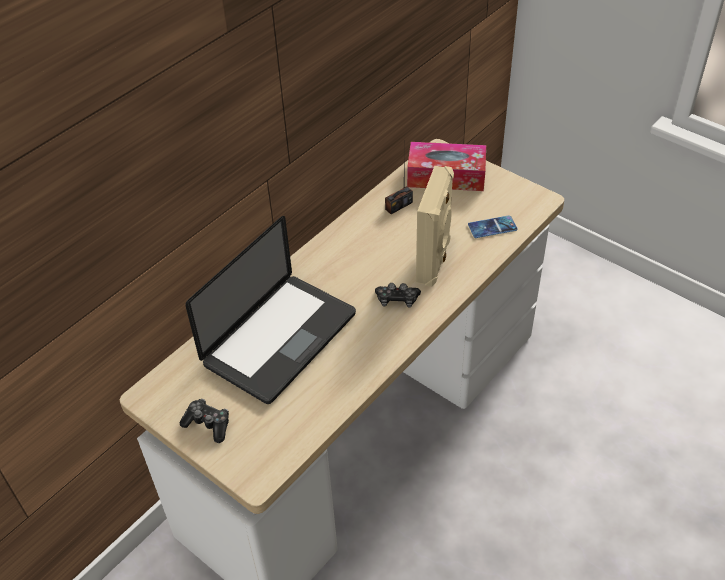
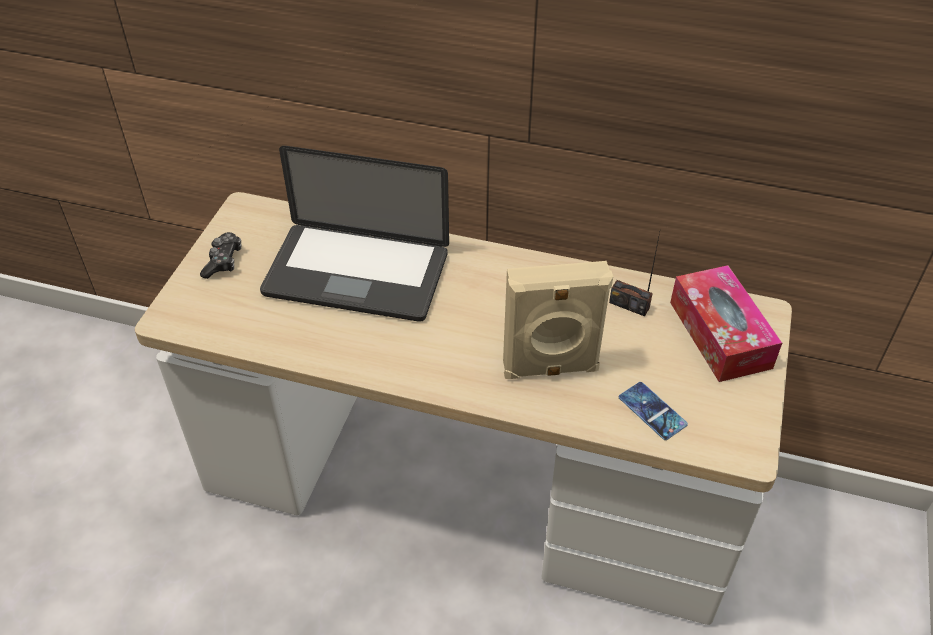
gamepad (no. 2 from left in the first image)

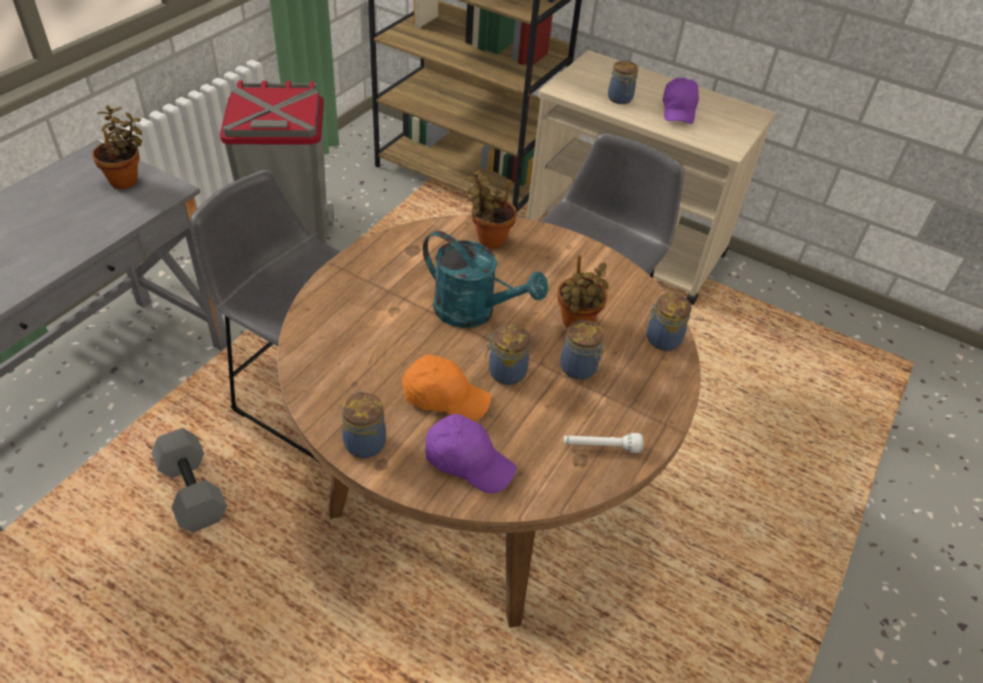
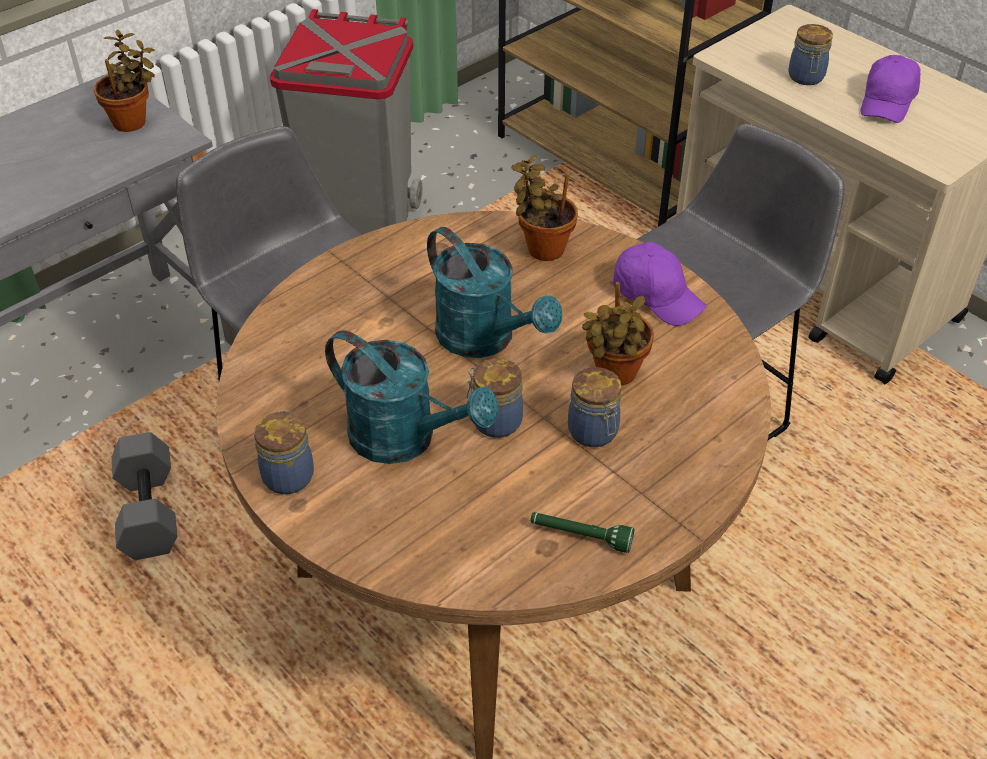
watering can in turquoise (no. 1 from left)
hand torch in green-coloured
peaked cap in purple (no. 1 from left)
storage jar (no. 5 from left in the first image)

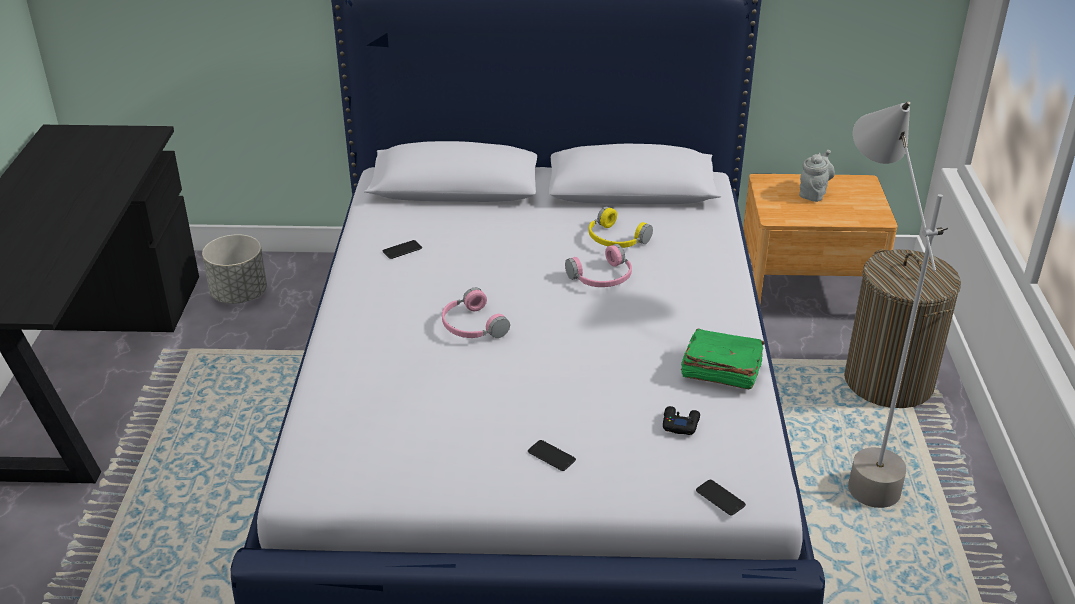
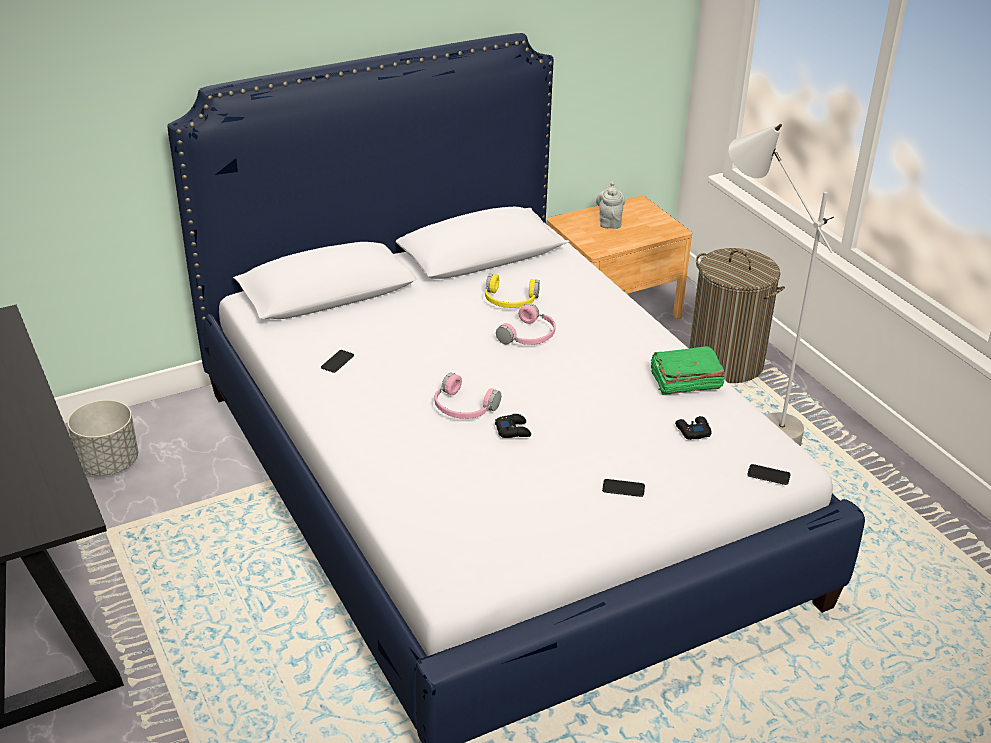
gamepad in blackish (no. 1 from left)

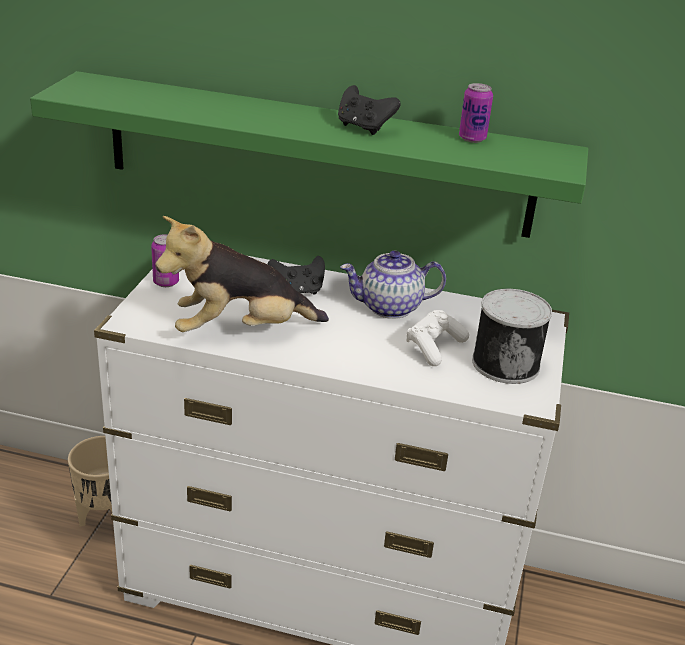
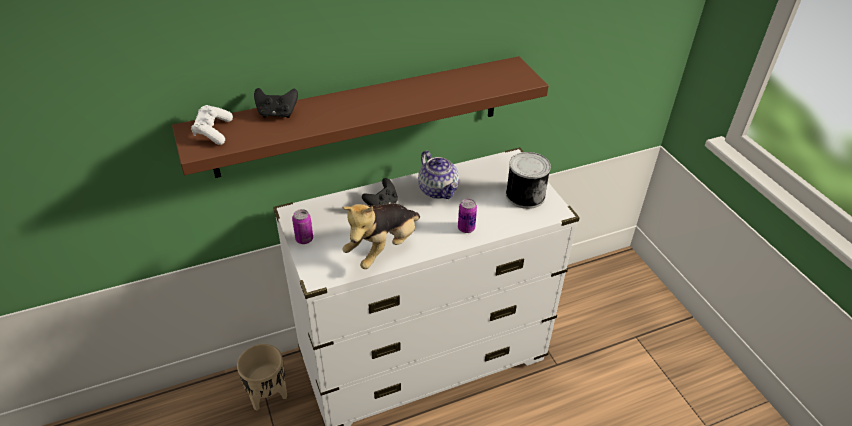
bracket shelf in brown-coloured
gamepad in white
gamepad in blackish (no. 1 from left)
pot for tea
metal can (no. 2 from left)

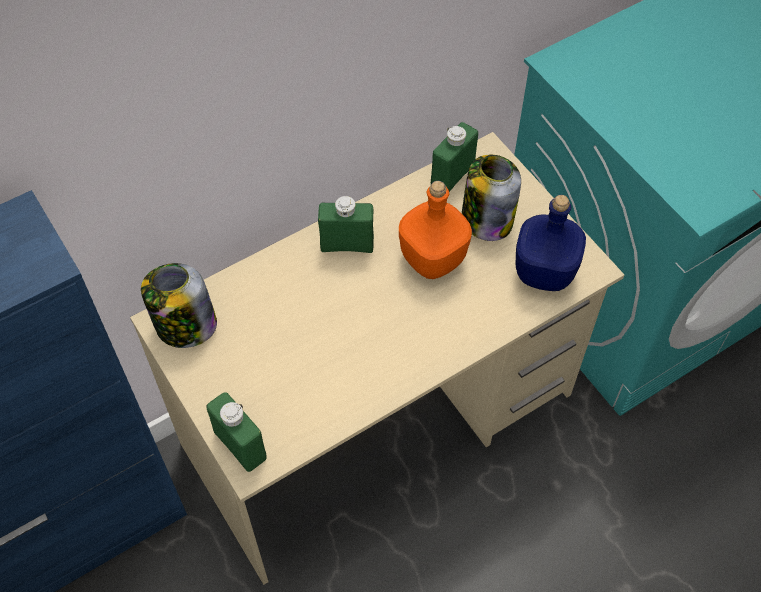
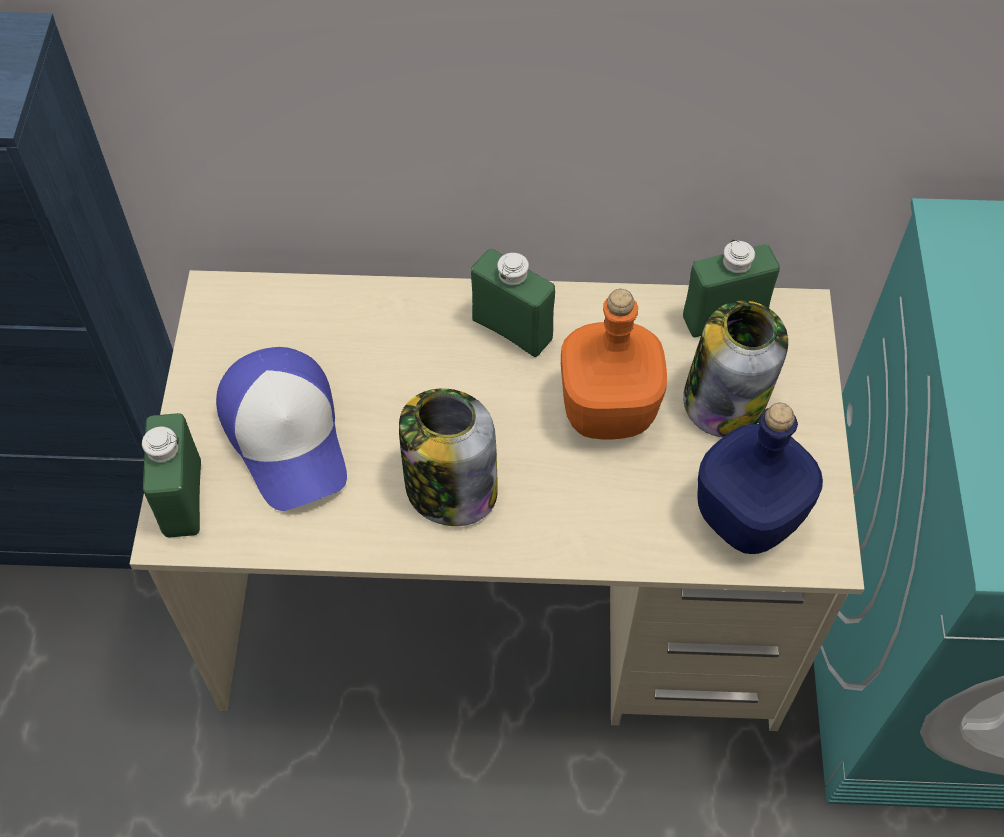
peaked cap
storage jar (no. 1 from left)

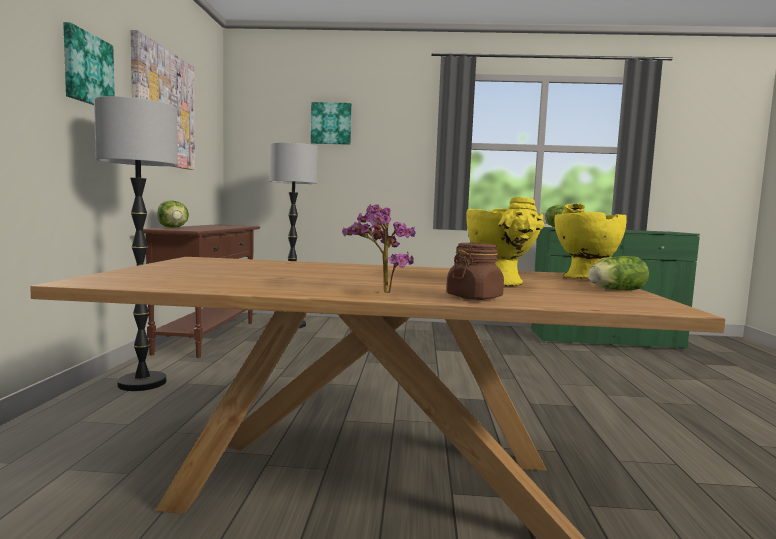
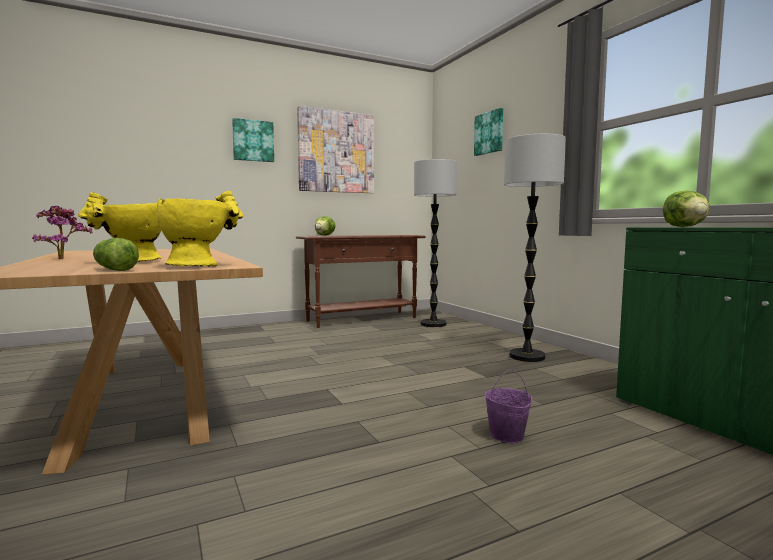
pail in purple
standing lamp (no. 2 from left)
storage jar in brown-coloured

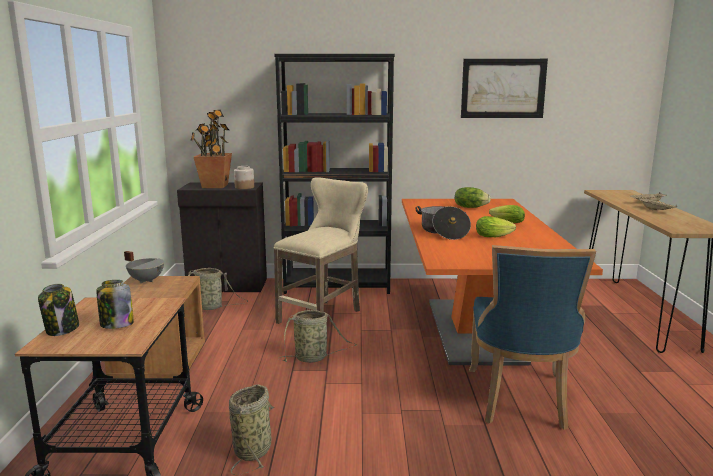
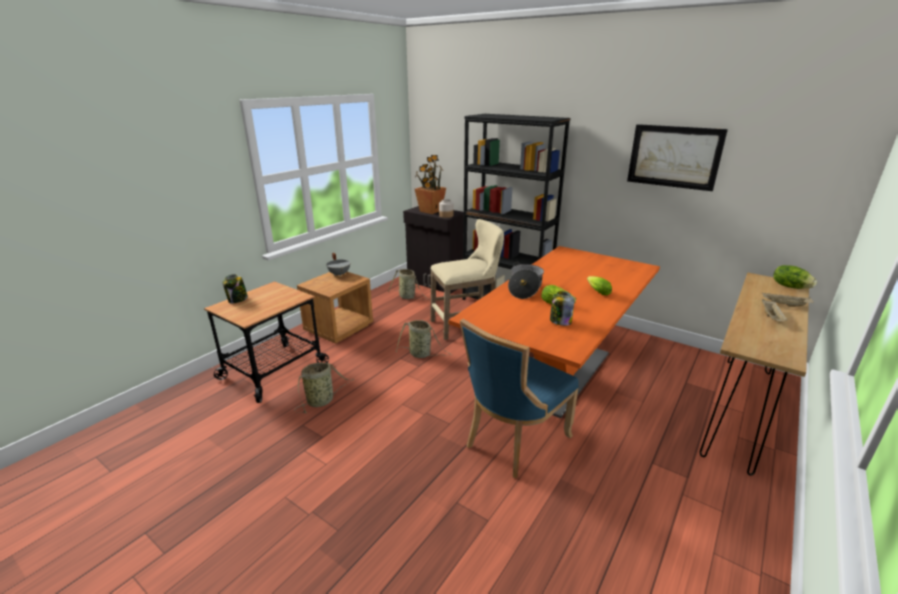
storage jar (no. 3 from left)
head of lettuce (no. 3 from left)

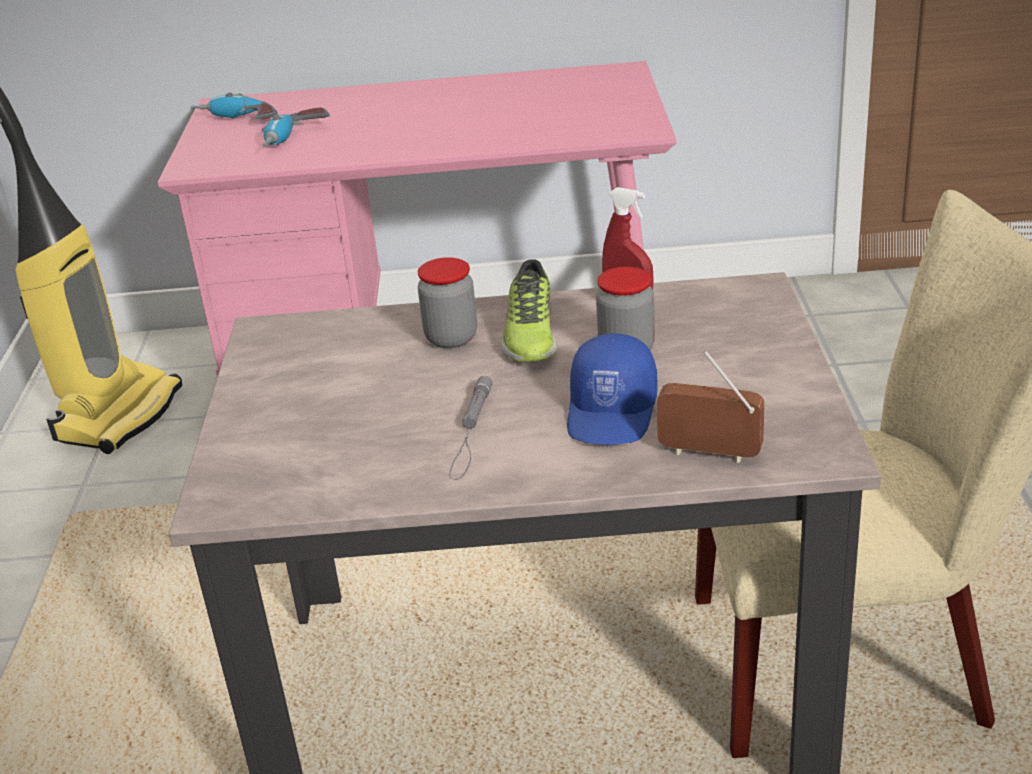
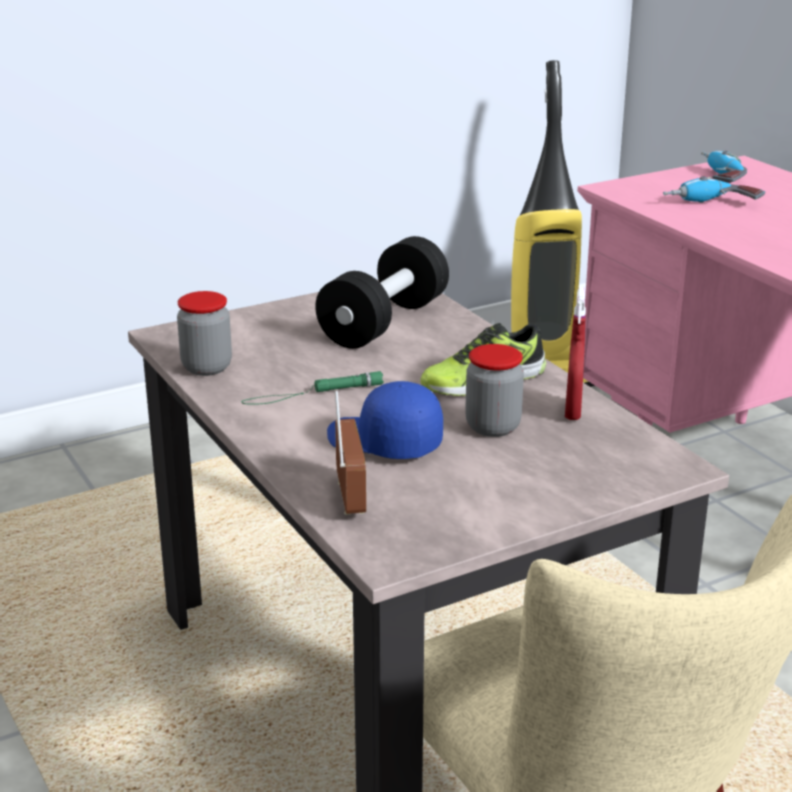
storage jar (no. 1 from left)
hand torch in green-coloured
dumbbell in blackish
peaked cap in blue-coloured

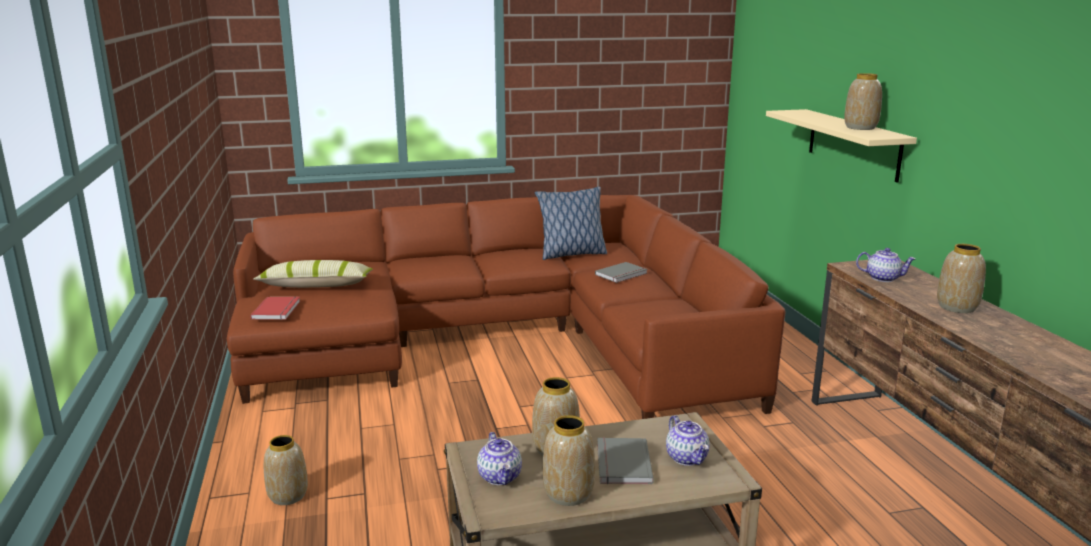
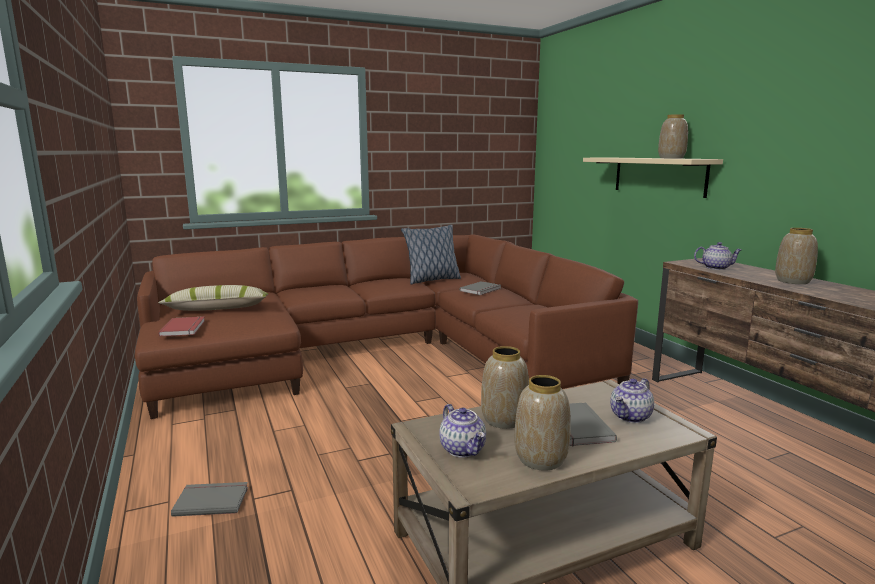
volume in grey (no. 1 from left)
pot for tea (no. 2 from left)

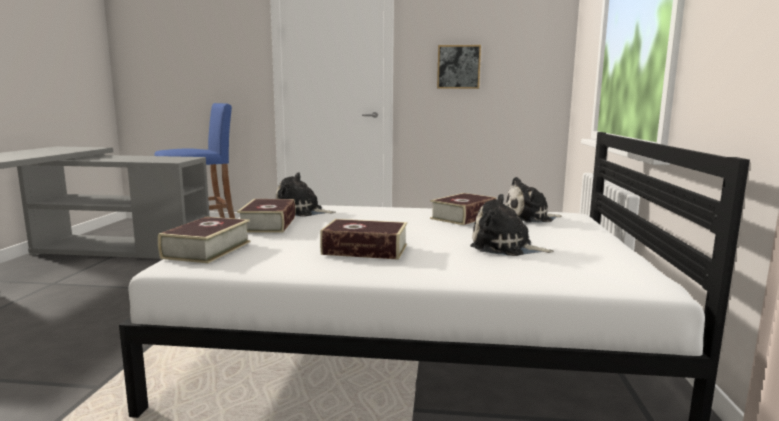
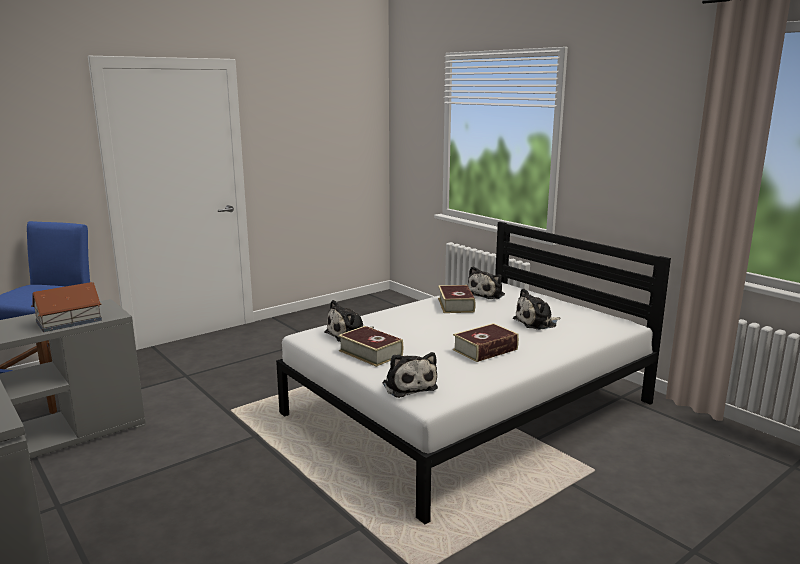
model house
soft toy (no. 2 from left)
wall art

